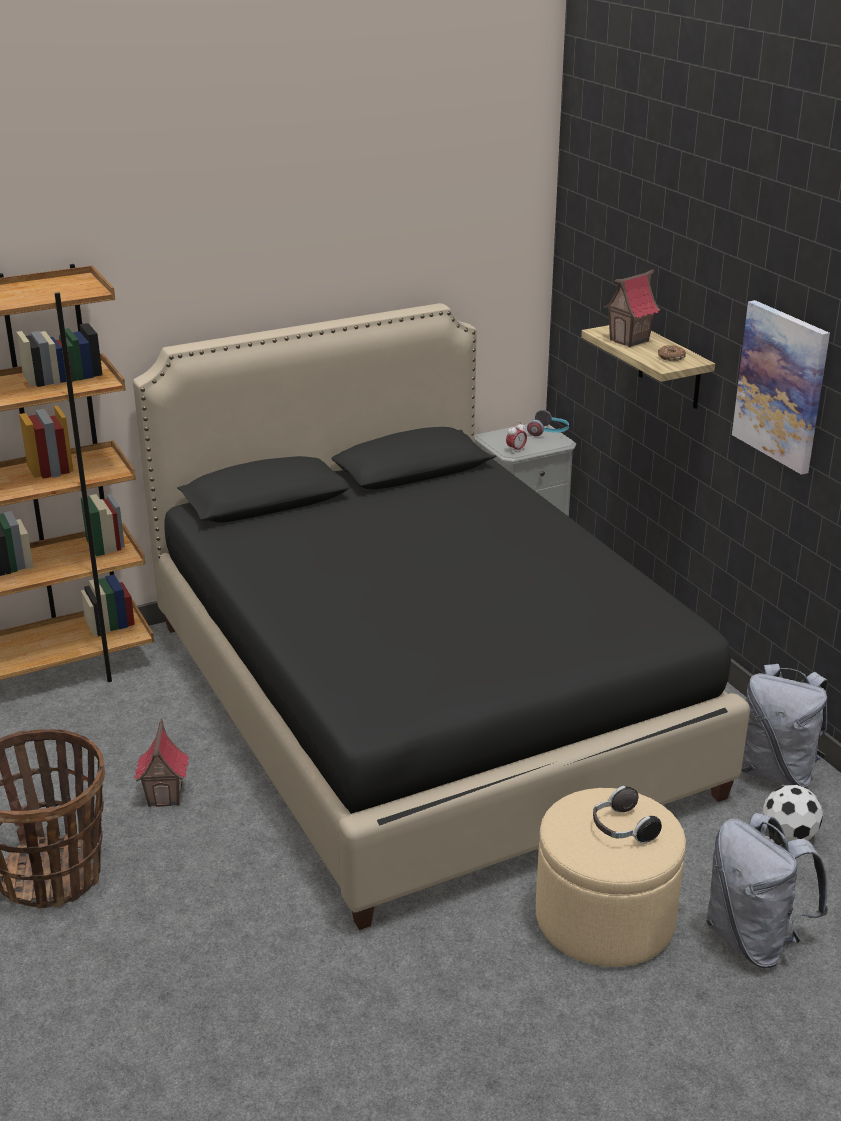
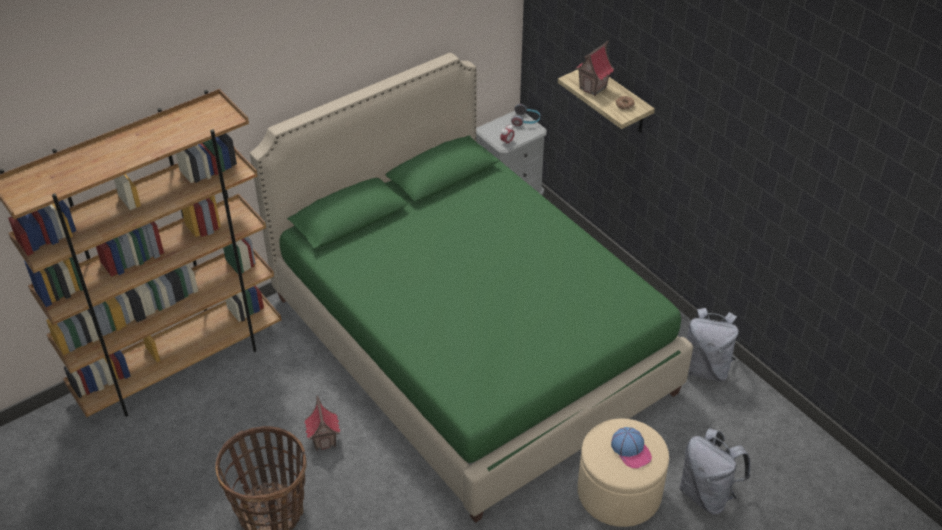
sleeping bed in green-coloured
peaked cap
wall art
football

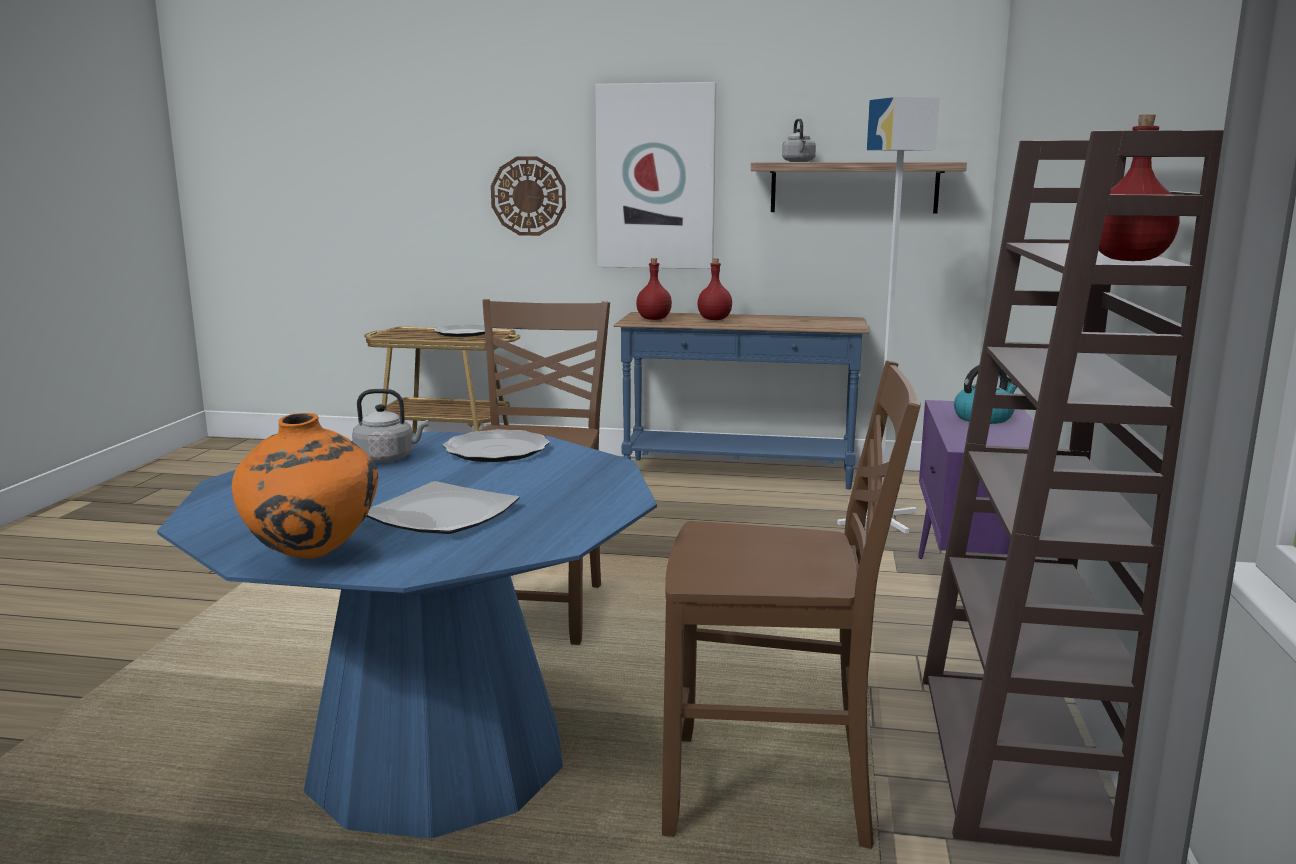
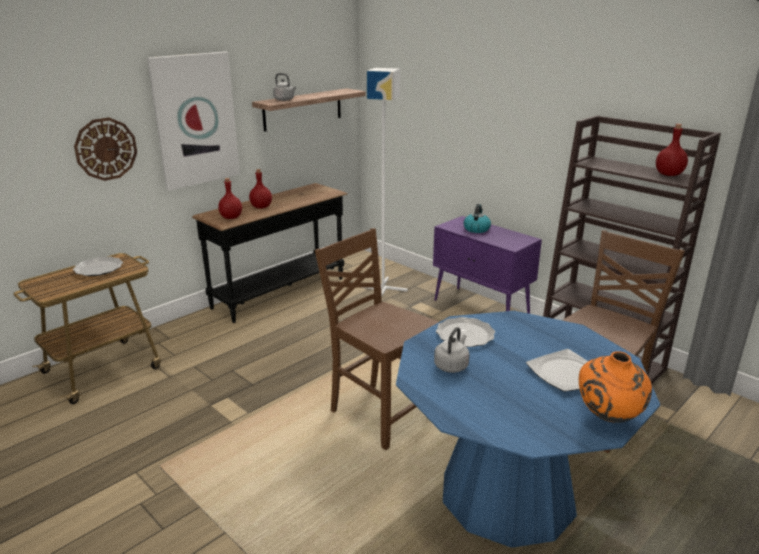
narrow table in blackish

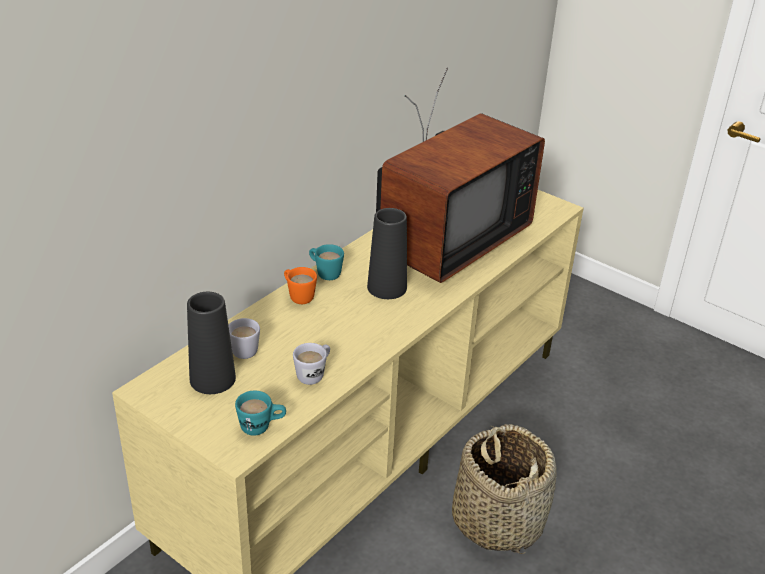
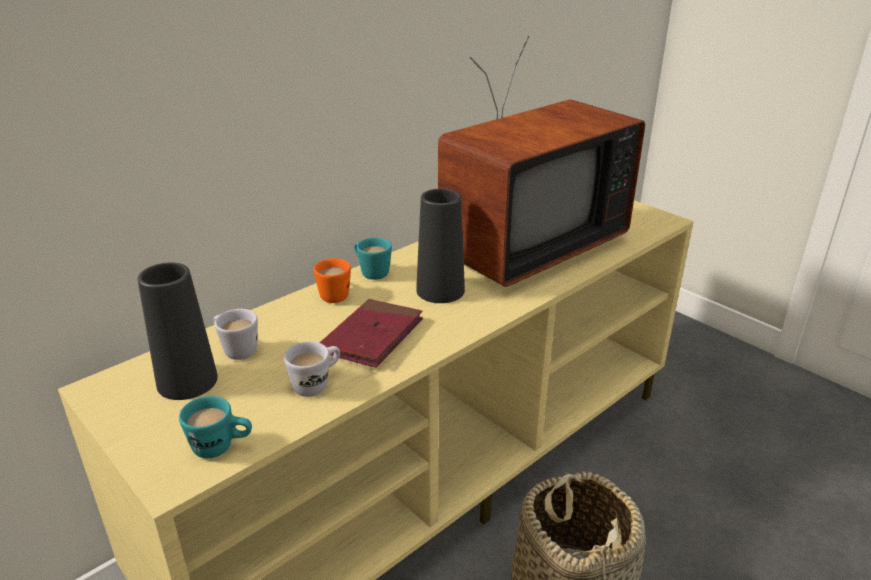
volume in red-coloured

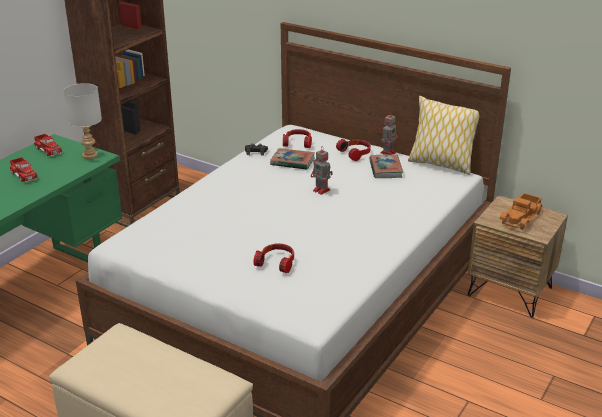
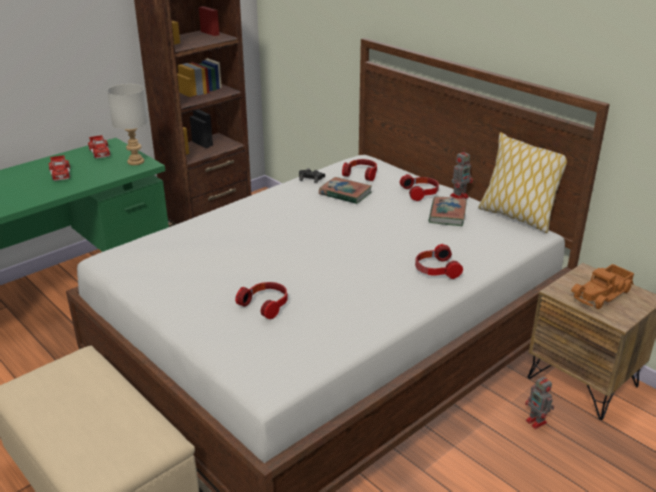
headset (no. 4 from left)
model robot (no. 2 from left)

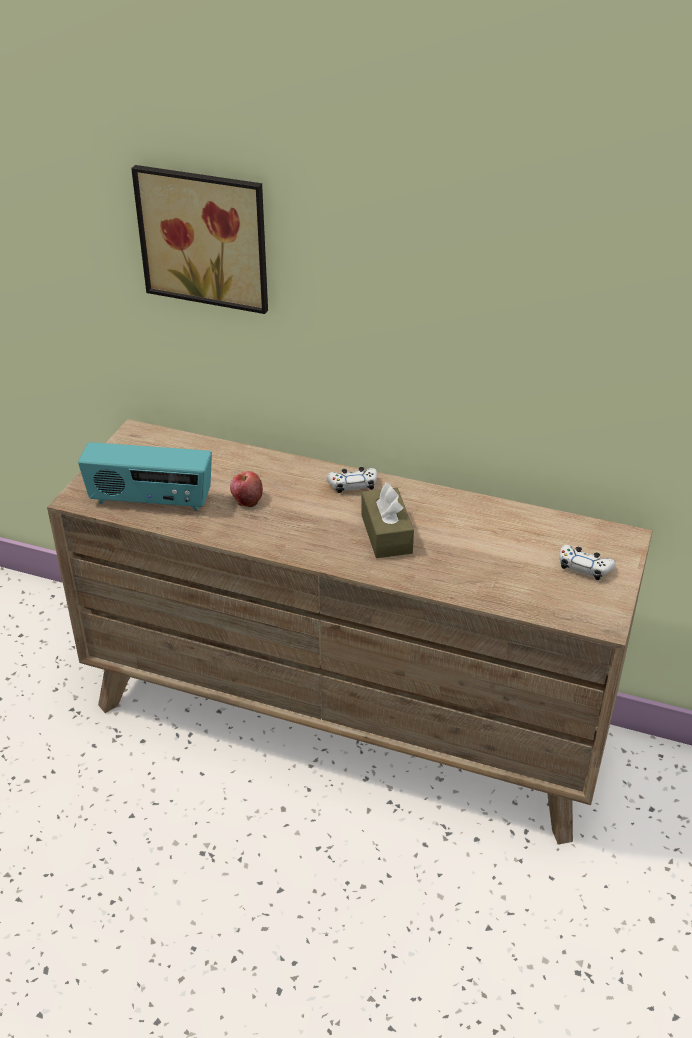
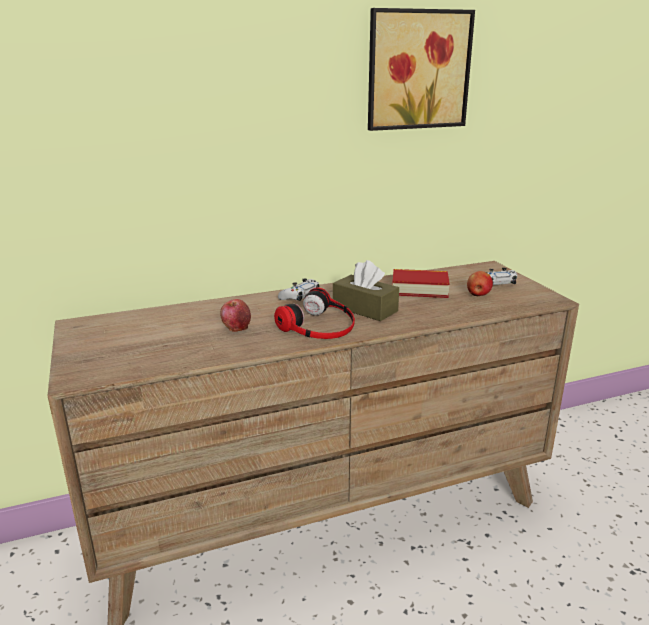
headset
wall art
volume
whole apple (no. 2 from left)
radio

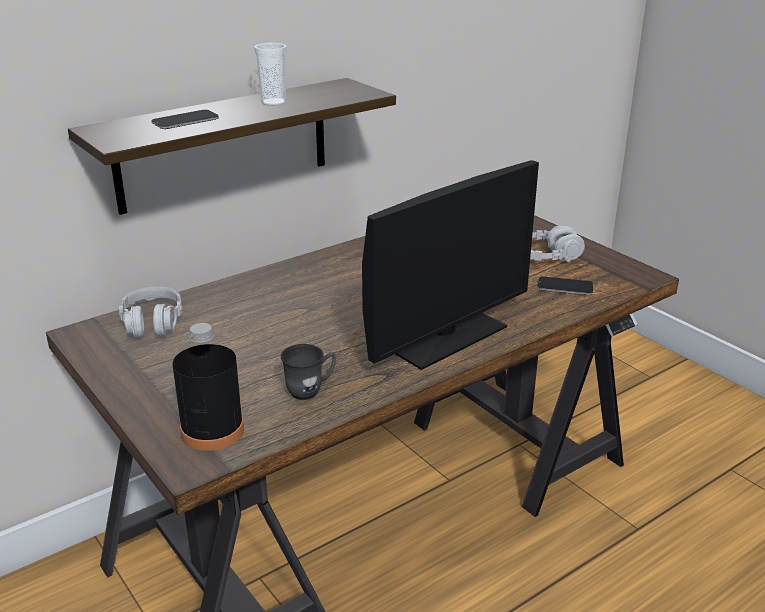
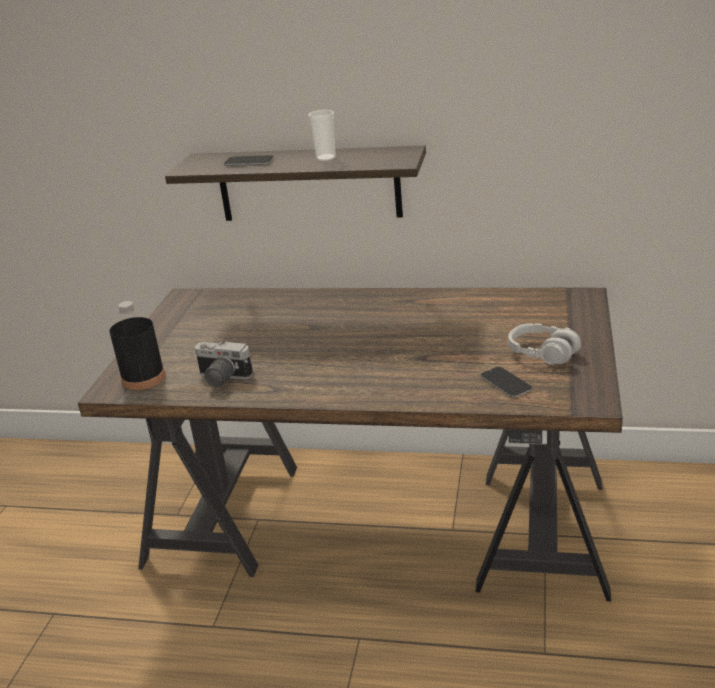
still camera
headset in grey (no. 1 from left in the first image)
computer screen

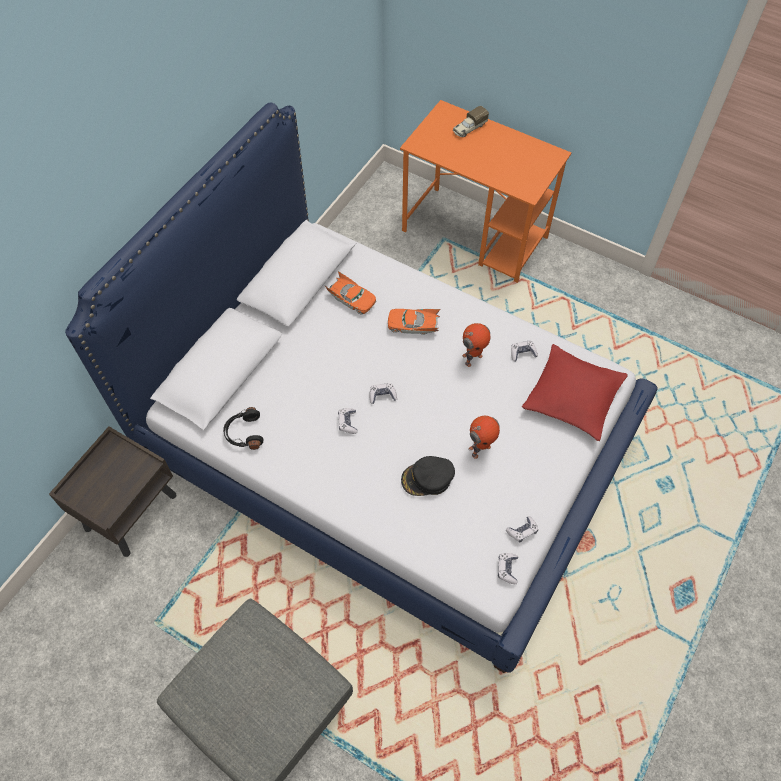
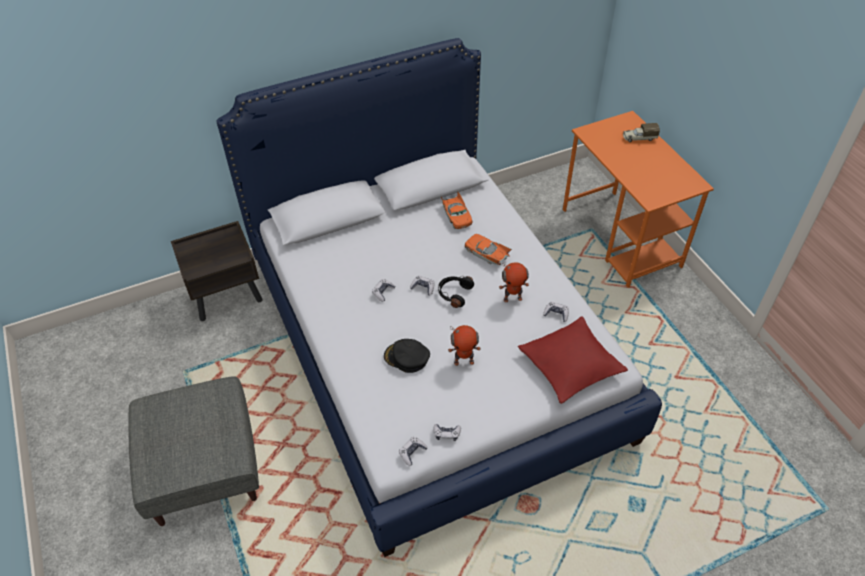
headset in blackish

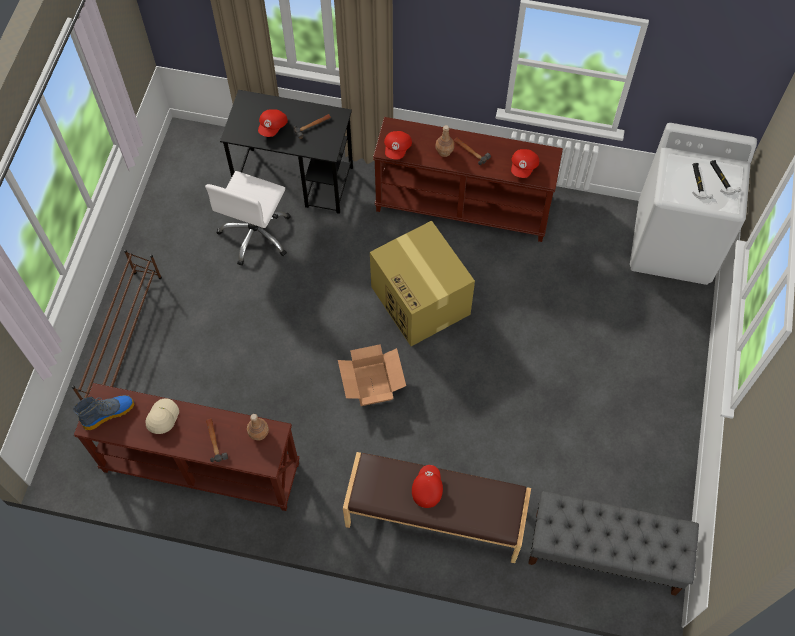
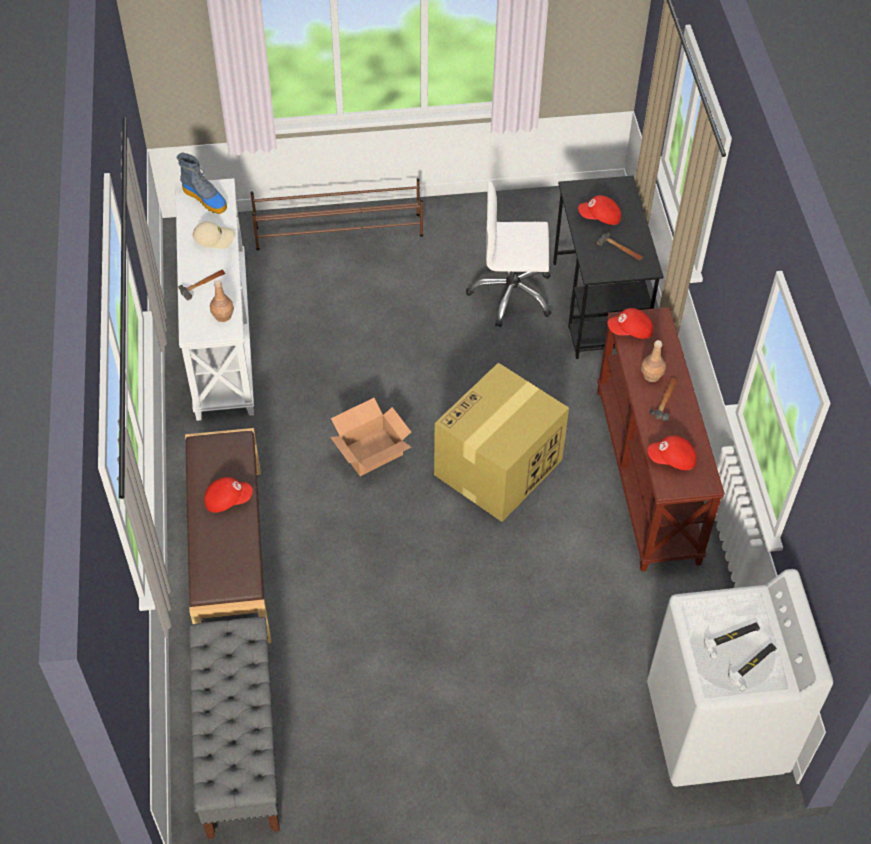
narrow table in white

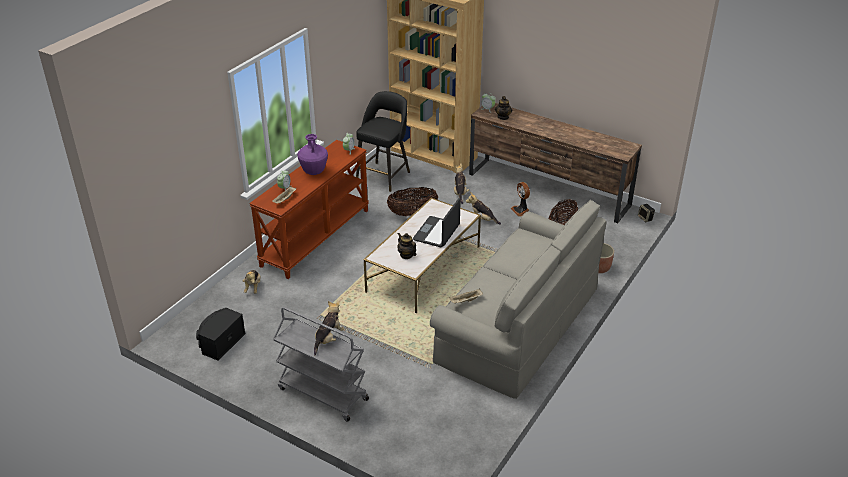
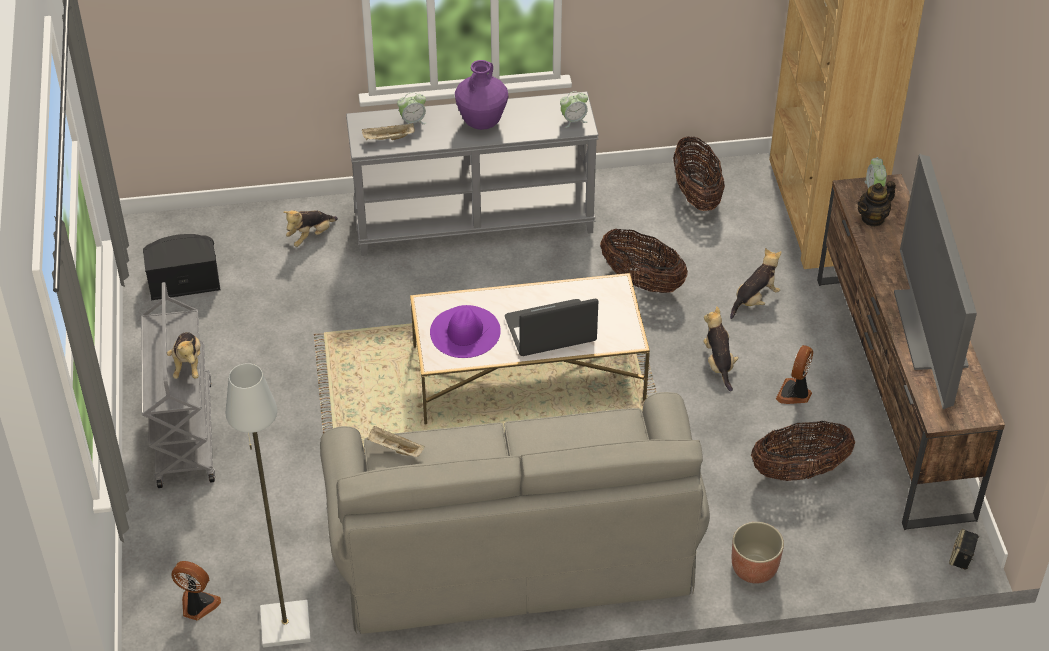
soft toy (no. 1 from left)
fan (no. 1 from left)
standing lamp in grey
narrow table in grey
hat in purple
household basket (no. 2 from left)
TV

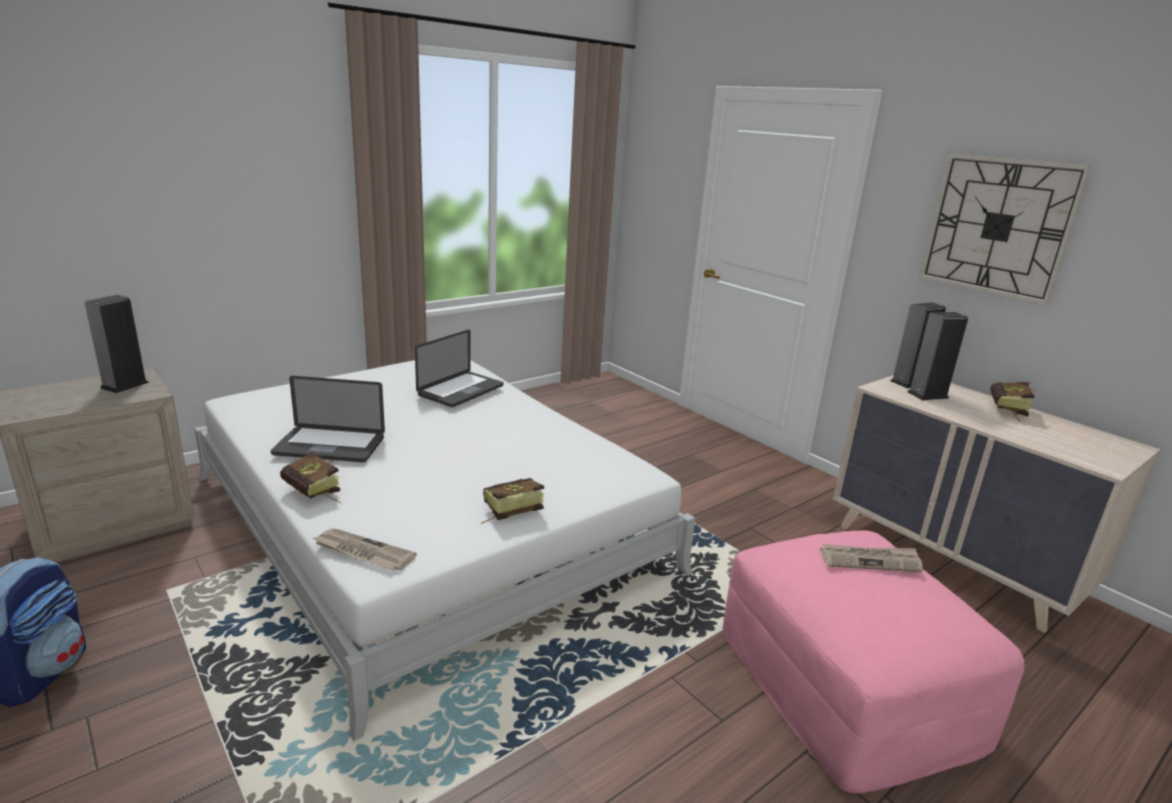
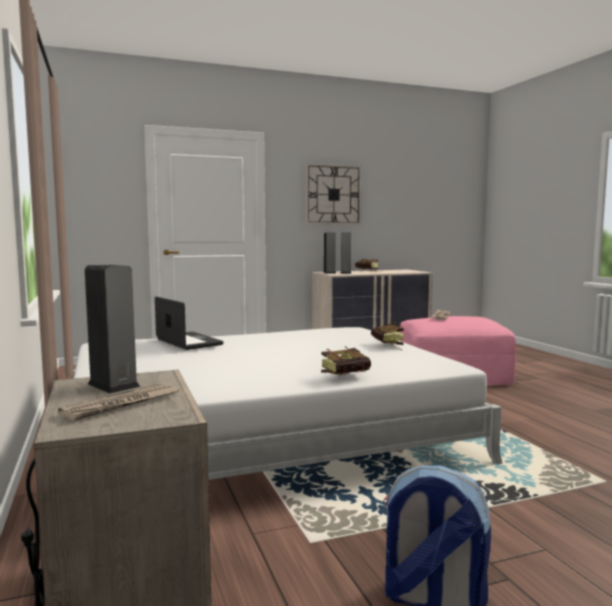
daily paper (no. 1 from left)
notebook computer (no. 1 from left in the first image)

